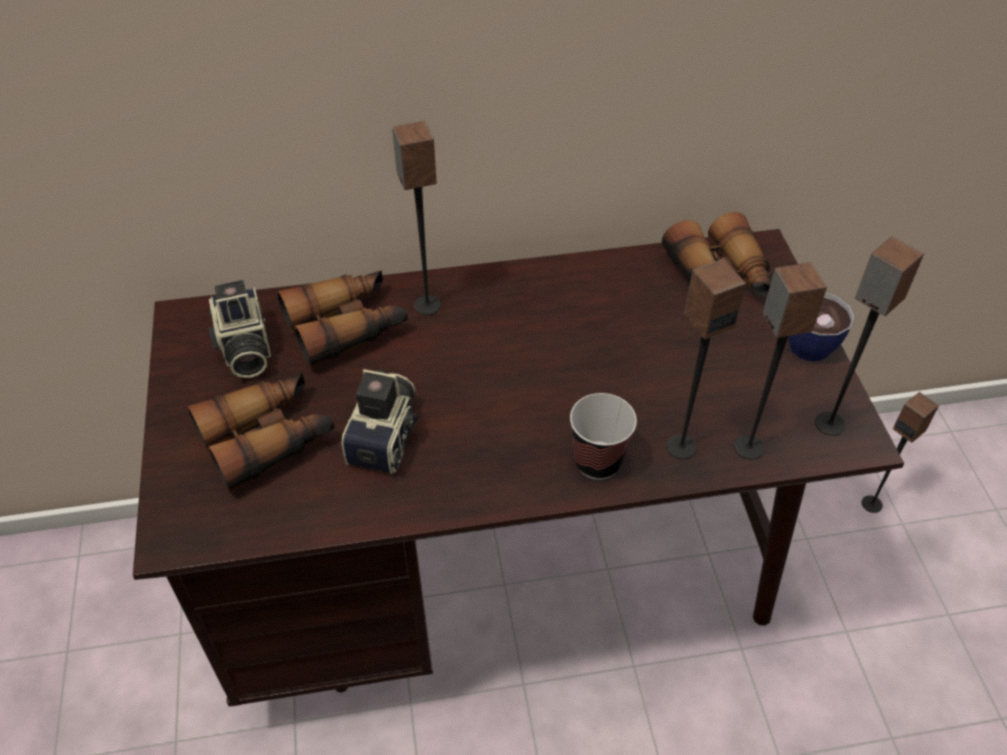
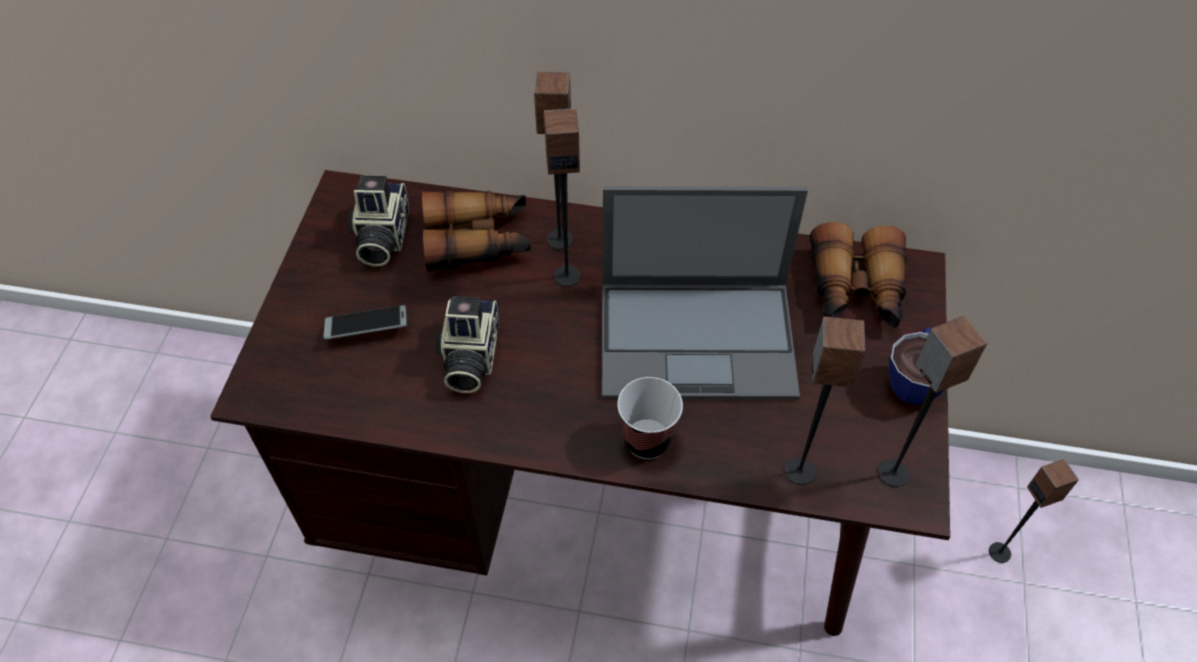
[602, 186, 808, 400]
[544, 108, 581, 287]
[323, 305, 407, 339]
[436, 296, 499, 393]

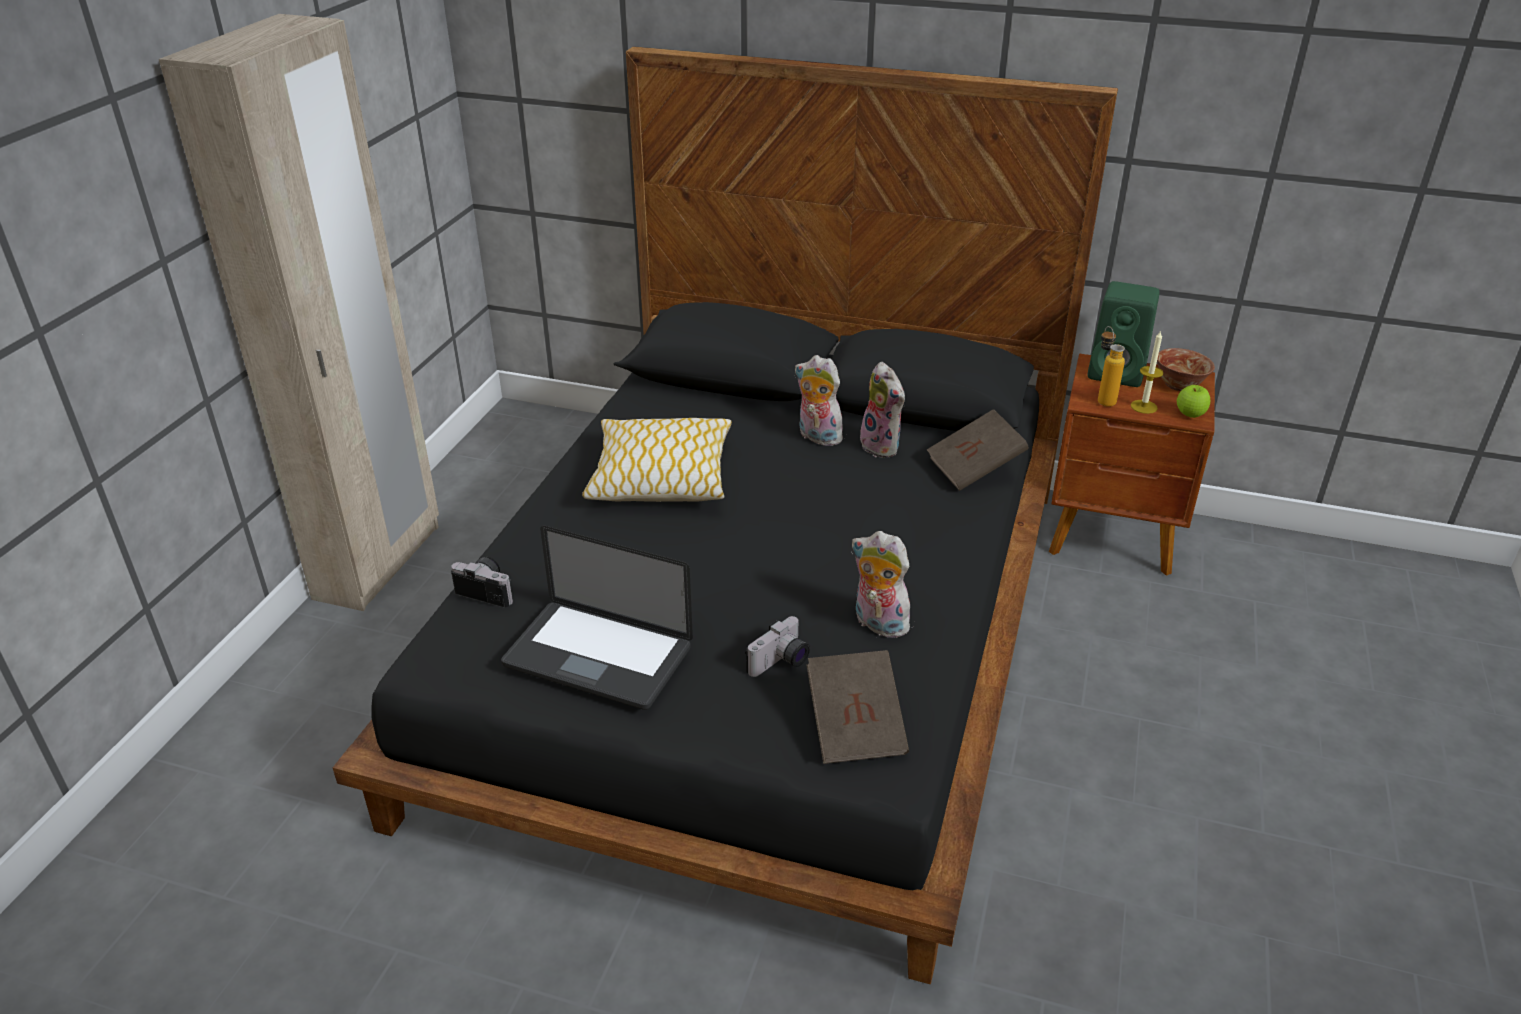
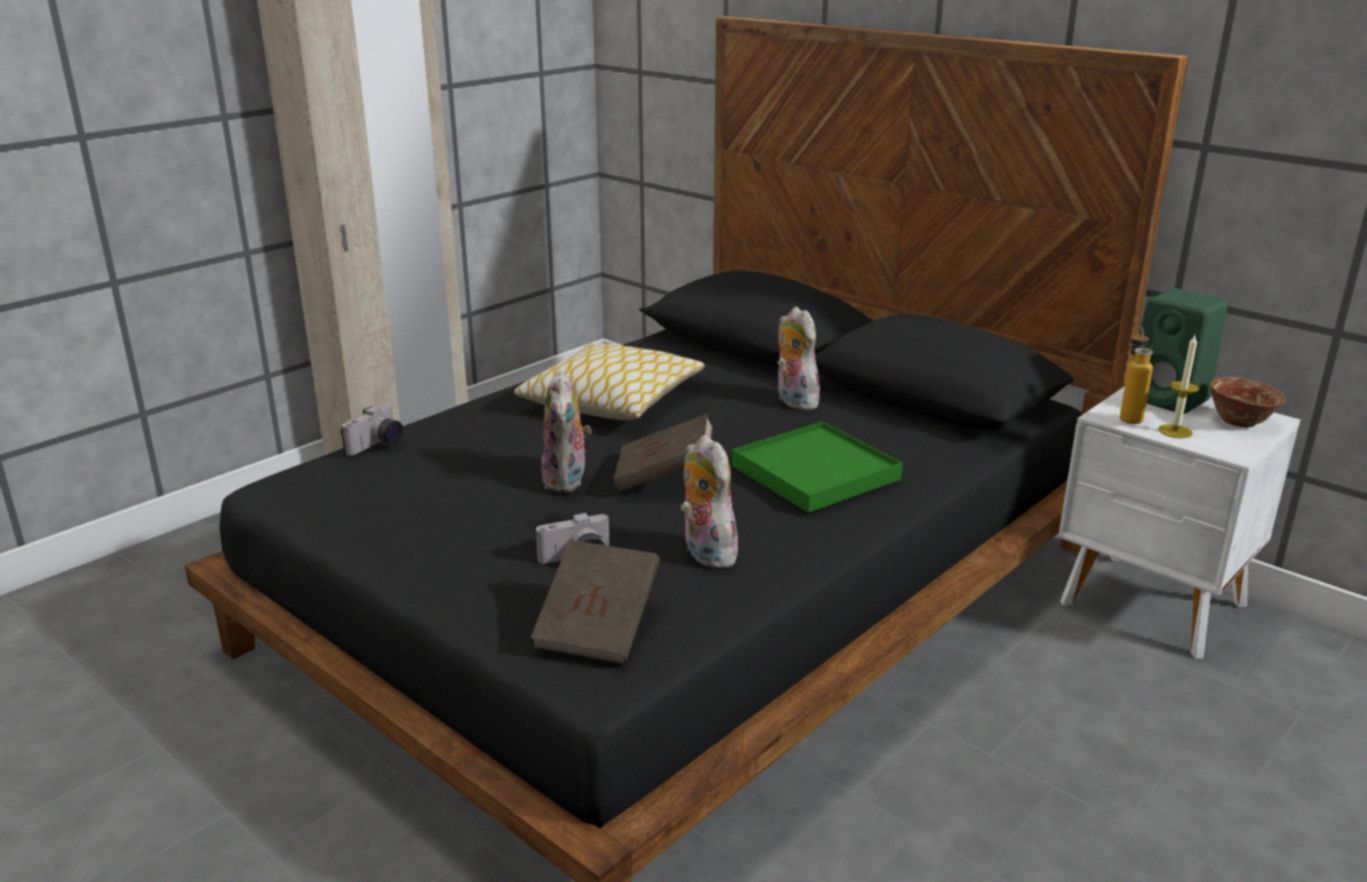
[501, 526, 693, 710] (first image)
[1177, 385, 1210, 418] (first image)
[732, 421, 903, 513]
[541, 371, 592, 492]
[614, 414, 713, 492]
[1059, 386, 1300, 659]
[341, 405, 403, 456]

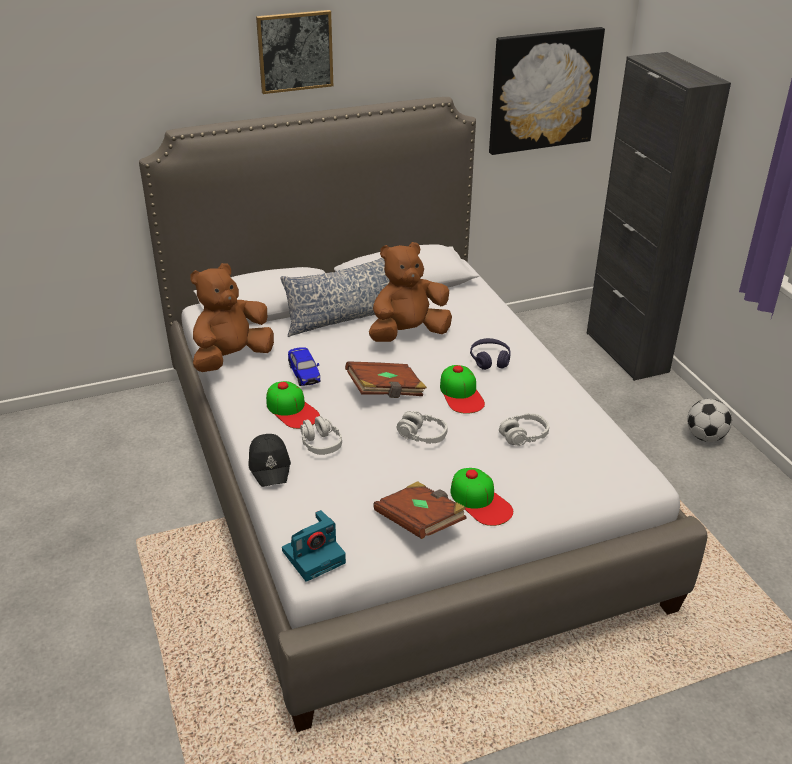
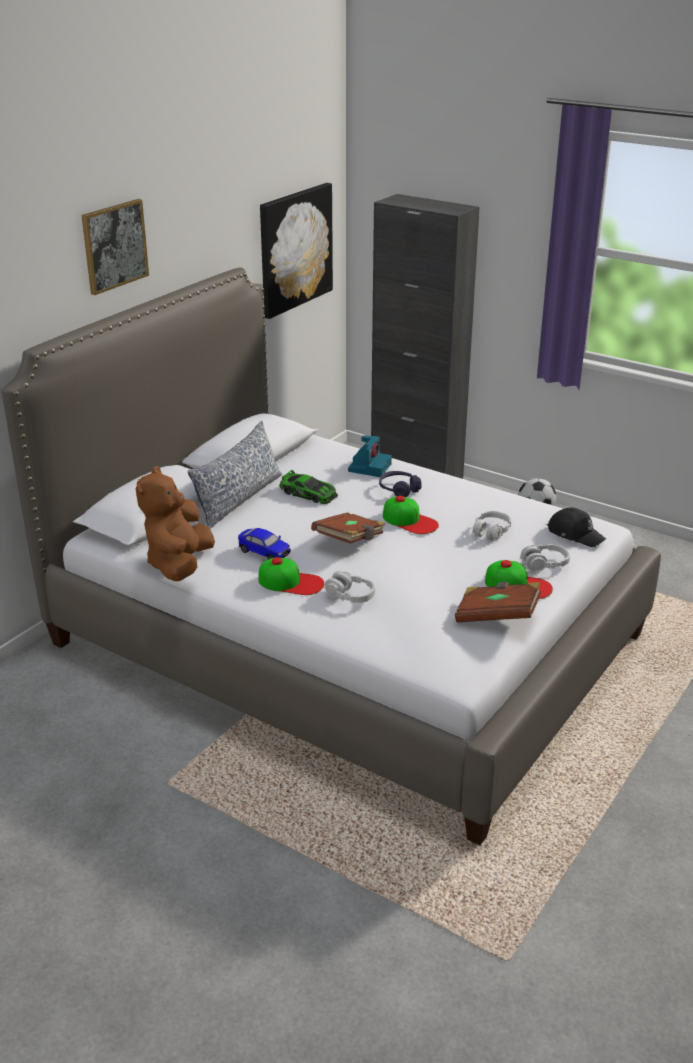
[548, 508, 606, 547]
[348, 435, 392, 477]
[521, 544, 570, 571]
[279, 470, 338, 504]

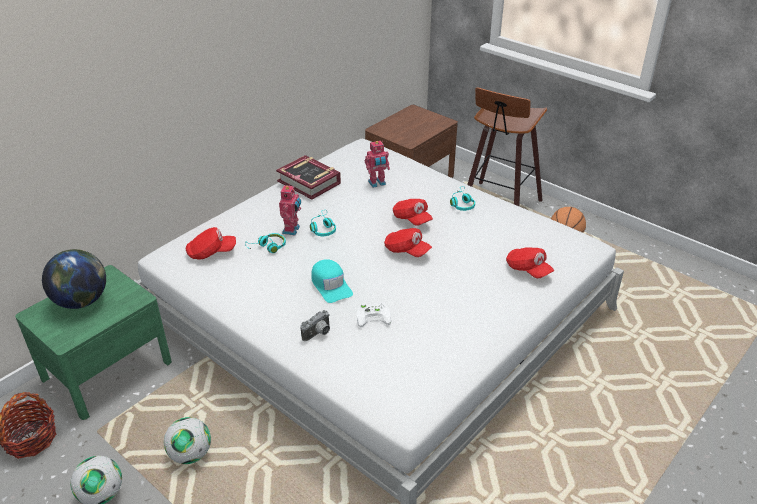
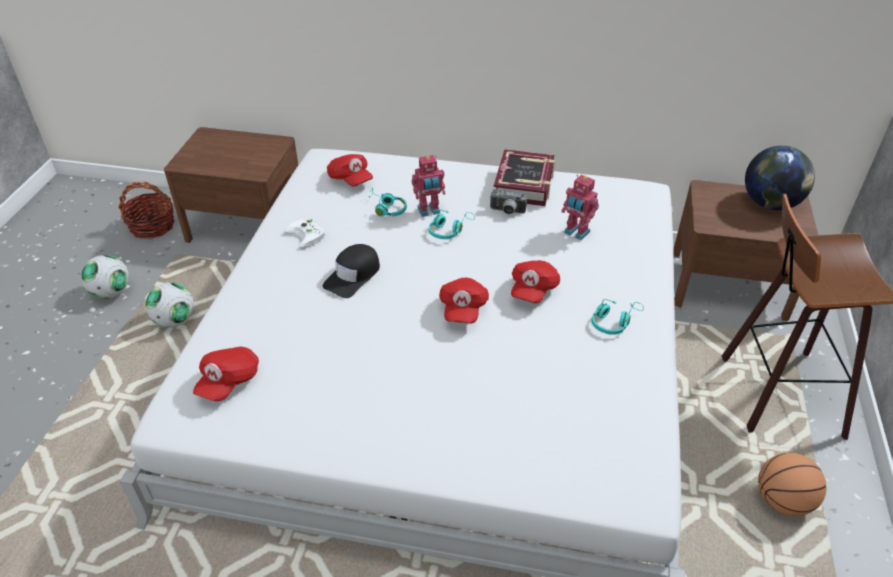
[745, 146, 815, 210]
[490, 189, 527, 214]
[284, 218, 326, 249]
[193, 346, 259, 401]
[164, 127, 298, 243]
[323, 244, 380, 298]

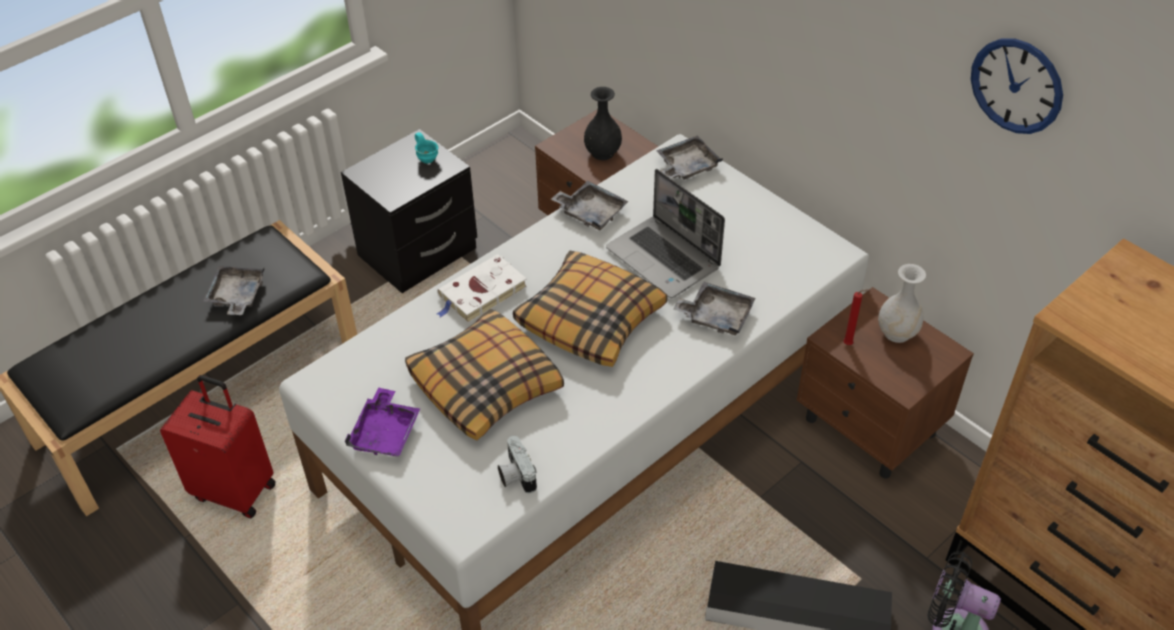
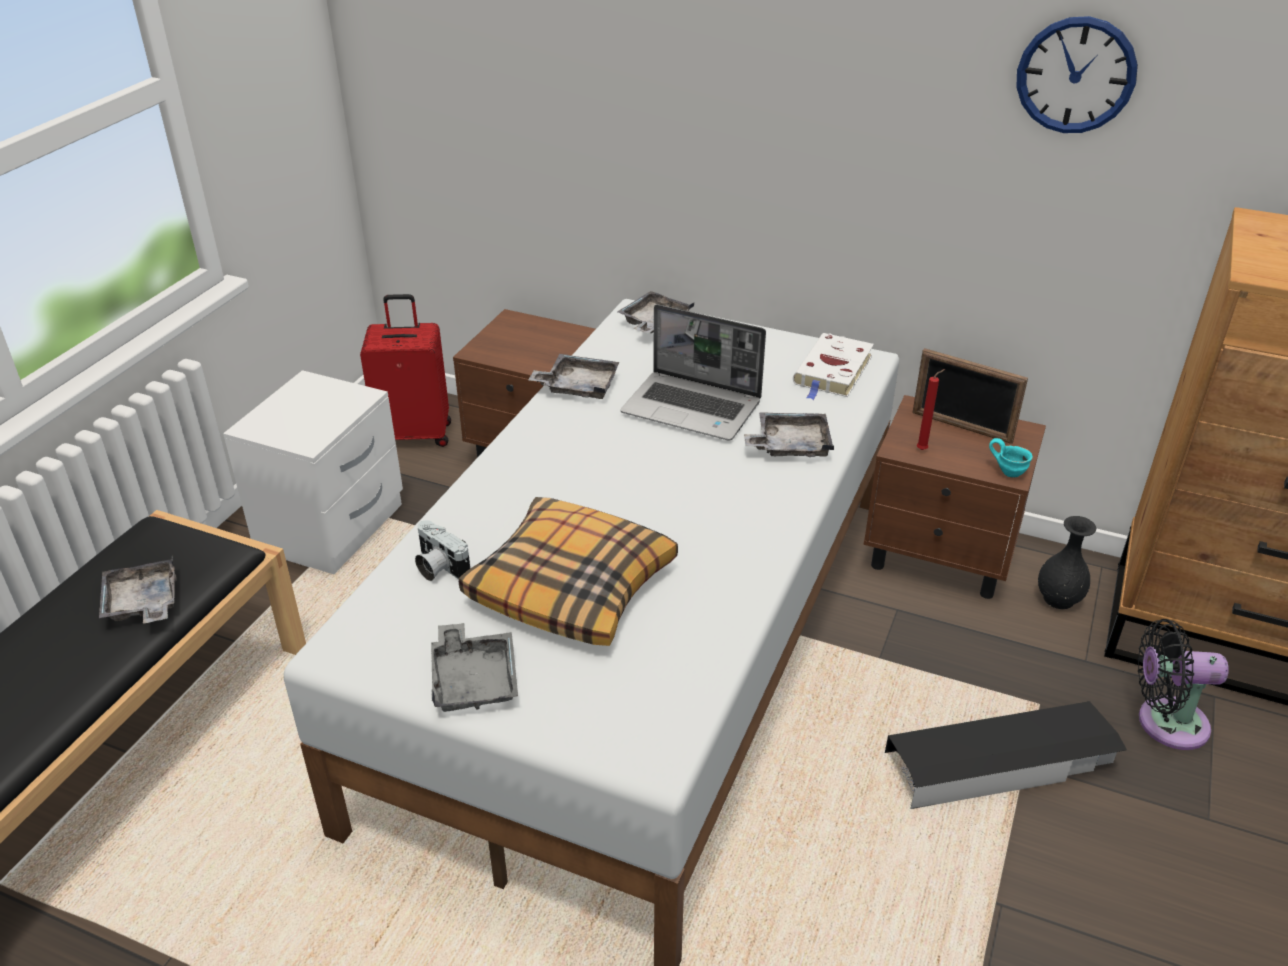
[513, 251, 667, 367] (first image)
[360, 294, 451, 447]
[989, 438, 1033, 477]
[793, 333, 874, 400]
[415, 520, 470, 581]
[1038, 516, 1096, 609]
[912, 348, 1028, 444]
[223, 370, 403, 574]
[431, 623, 518, 712]

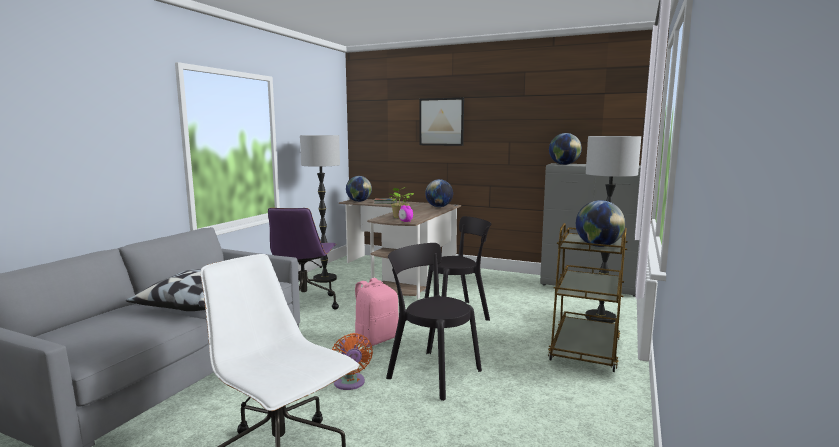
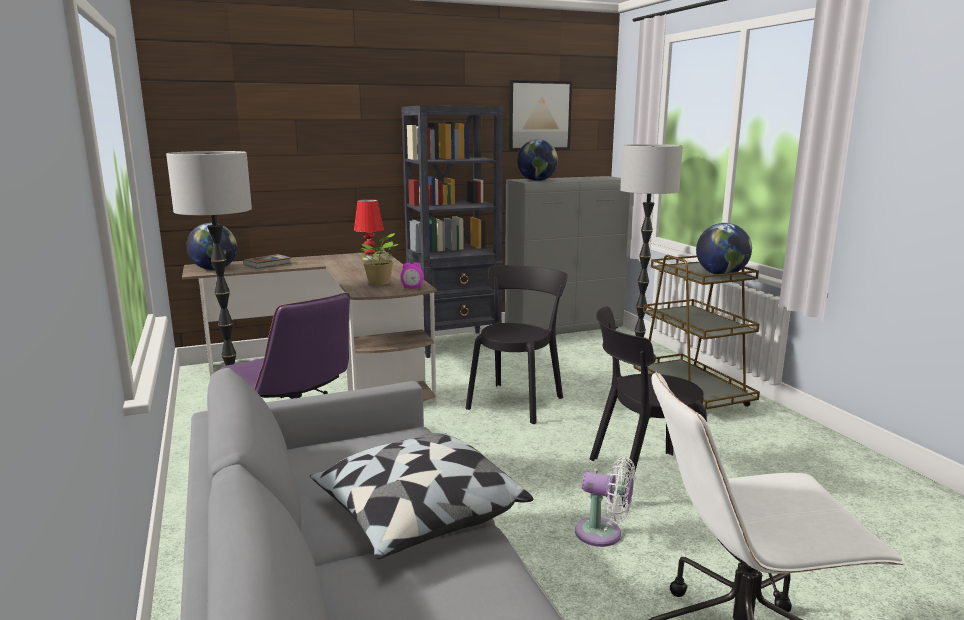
[354, 278, 399, 347] (first image)
[401, 106, 504, 358]
[509, 80, 572, 151]
[354, 199, 383, 260]
[575, 457, 635, 547]

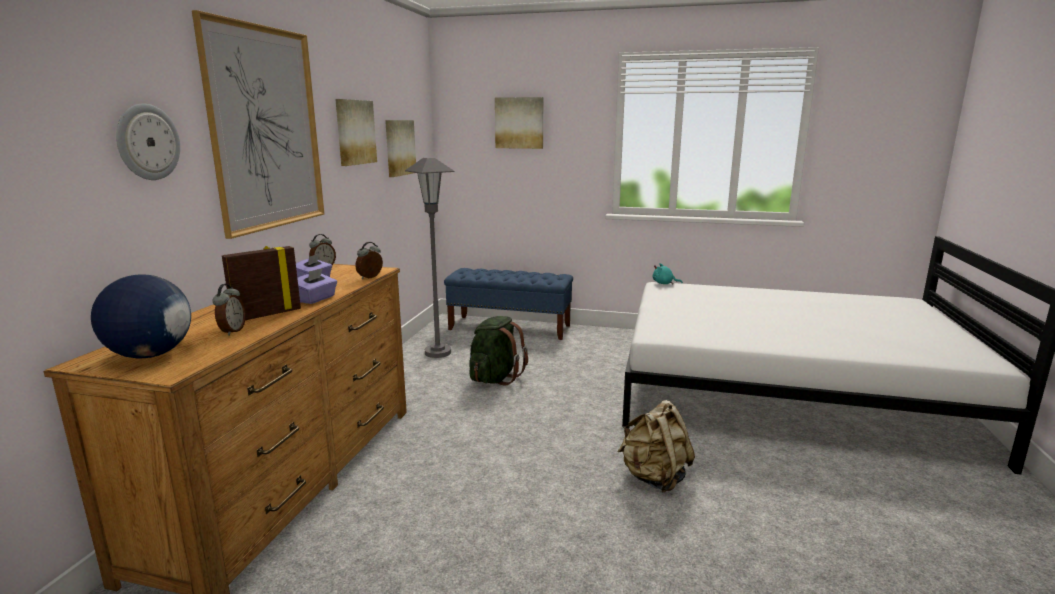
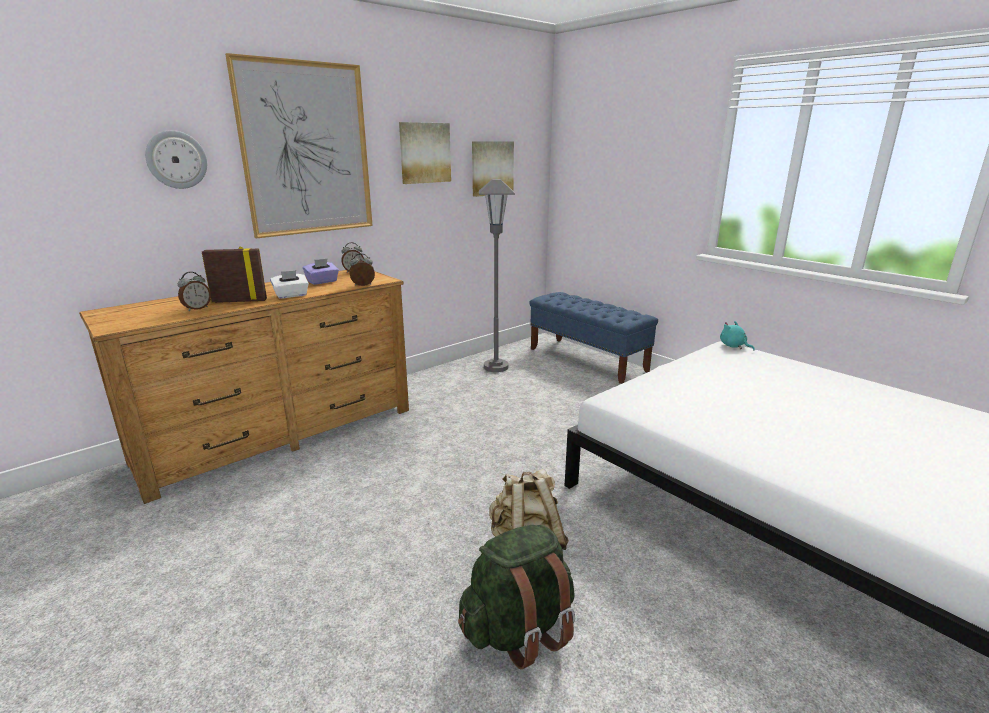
[91, 274, 191, 359] (first image)
[495, 97, 543, 149] (first image)
[458, 525, 575, 670]
[270, 270, 309, 299]

